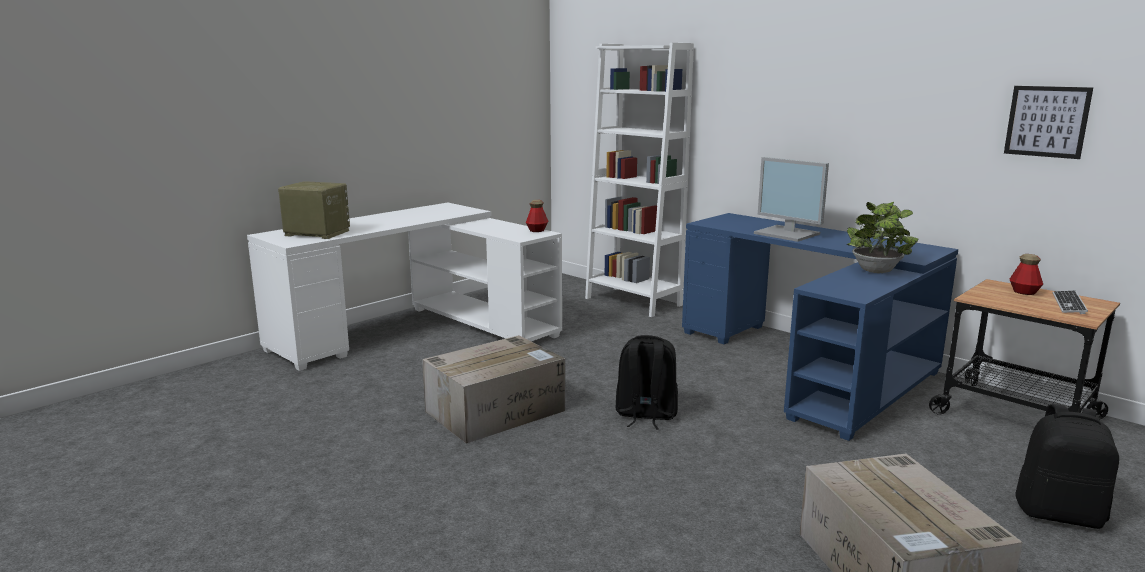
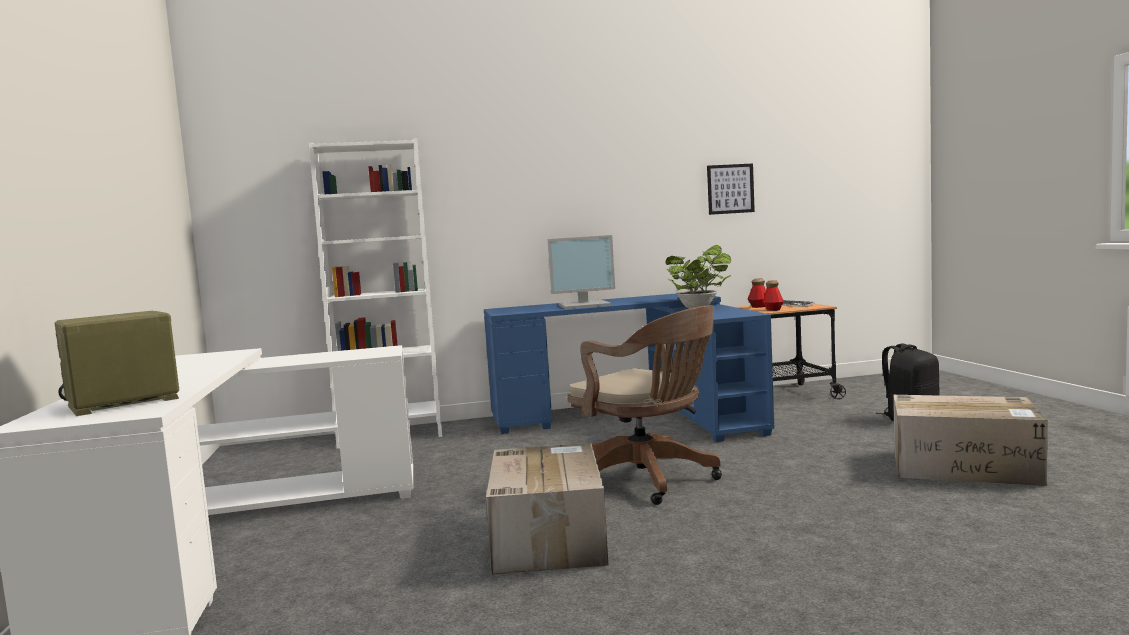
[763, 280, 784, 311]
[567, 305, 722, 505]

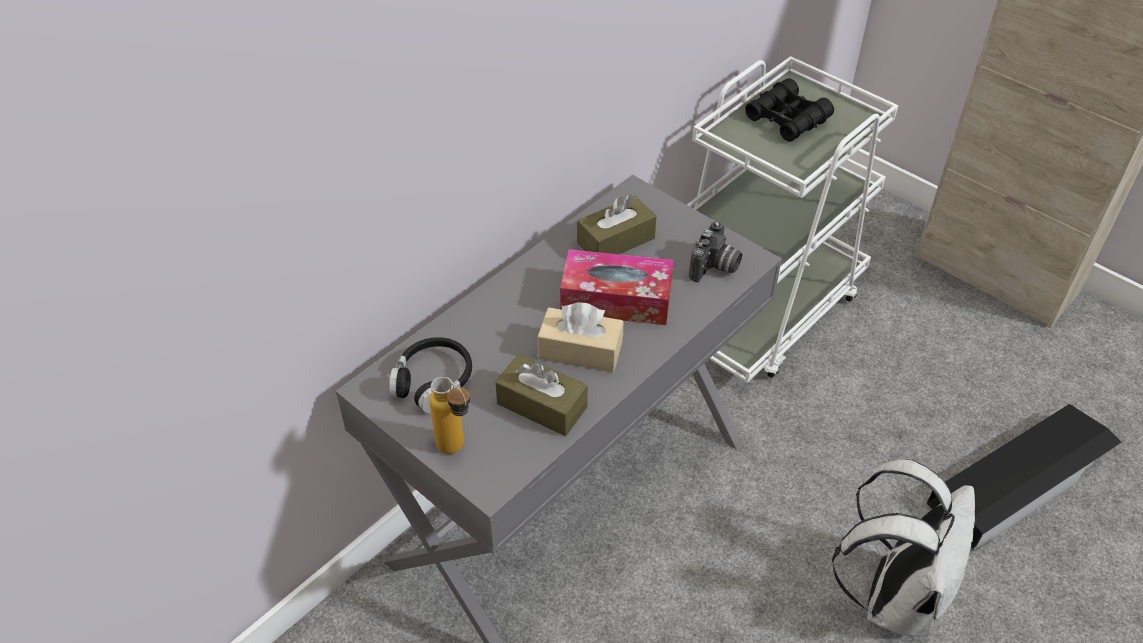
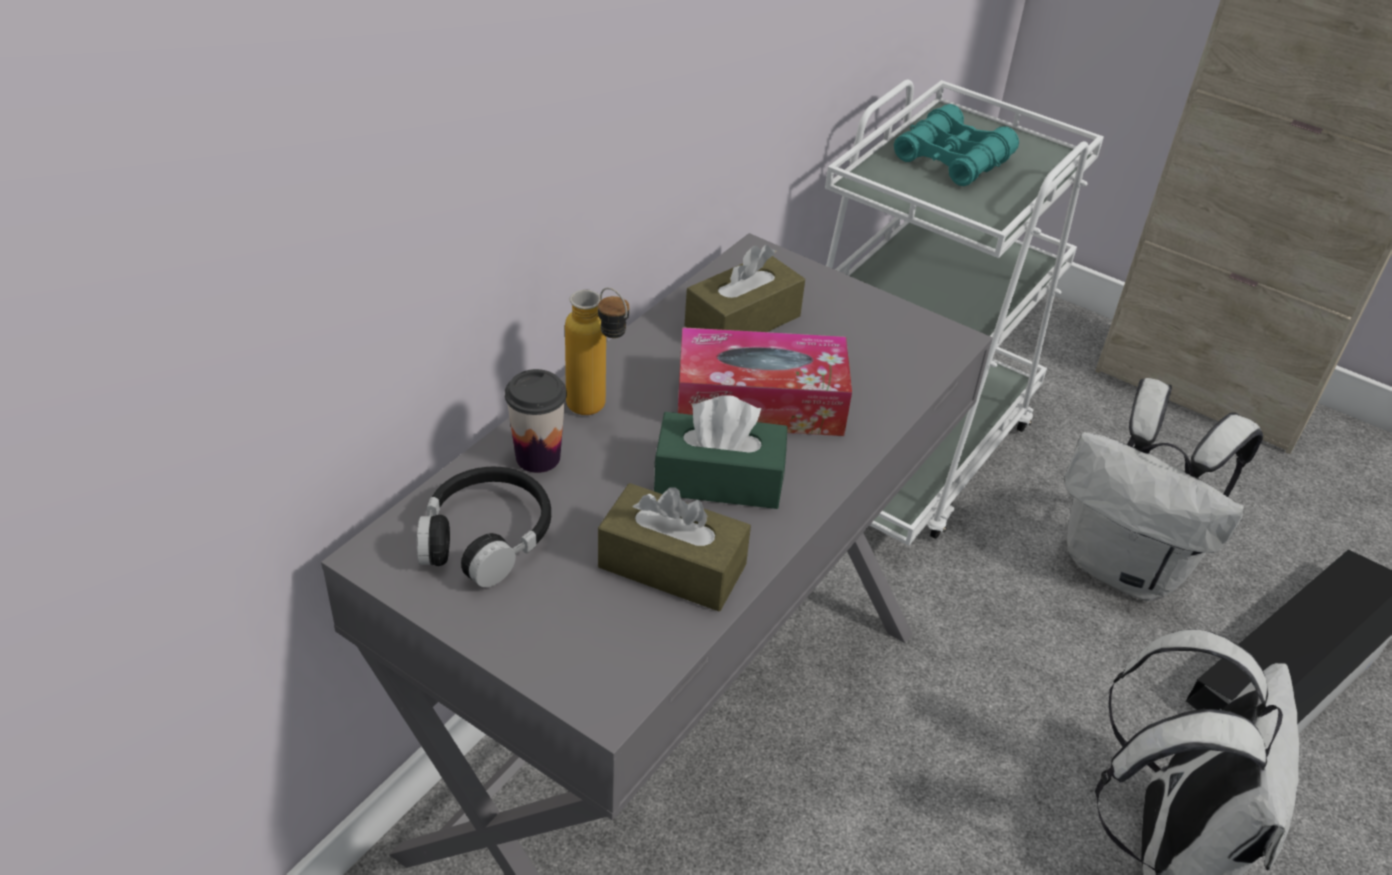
[689, 221, 742, 282] (first image)
[505, 369, 567, 473]
[1064, 378, 1263, 601]
[565, 287, 629, 415]
[654, 395, 787, 509]
[894, 104, 1019, 186]

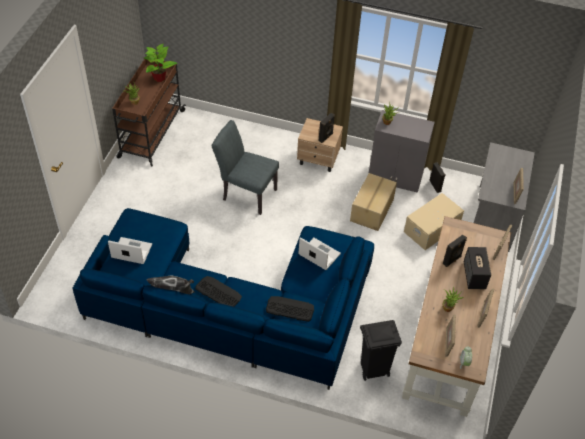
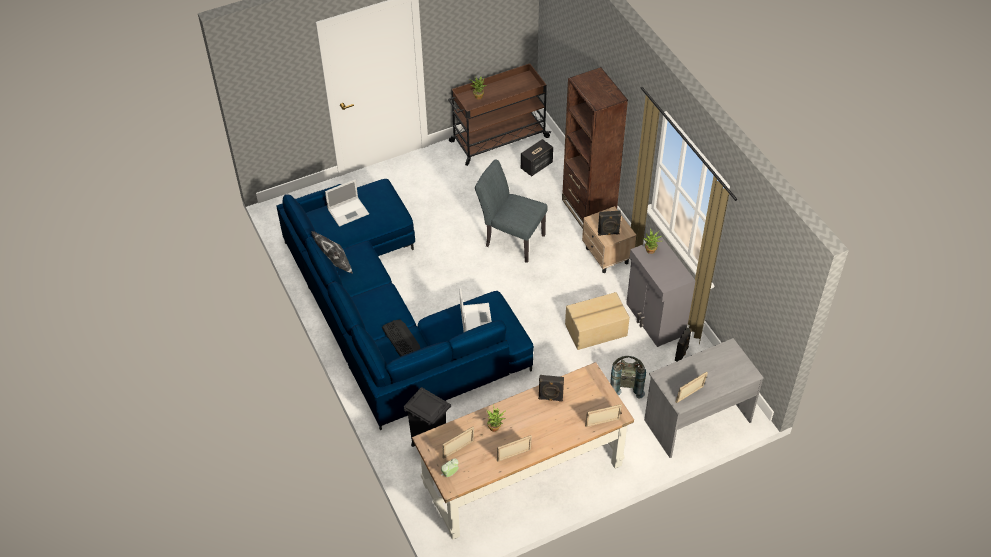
[144, 44, 177, 82] (first image)
[195, 276, 242, 307] (first image)
[562, 67, 628, 228]
[521, 139, 553, 176]
[610, 356, 646, 398]
[325, 179, 369, 227]
[475, 159, 548, 263]

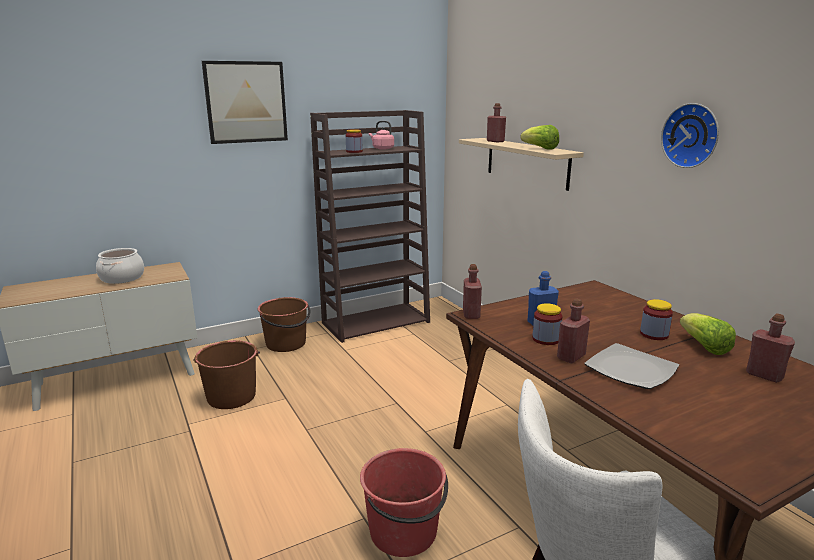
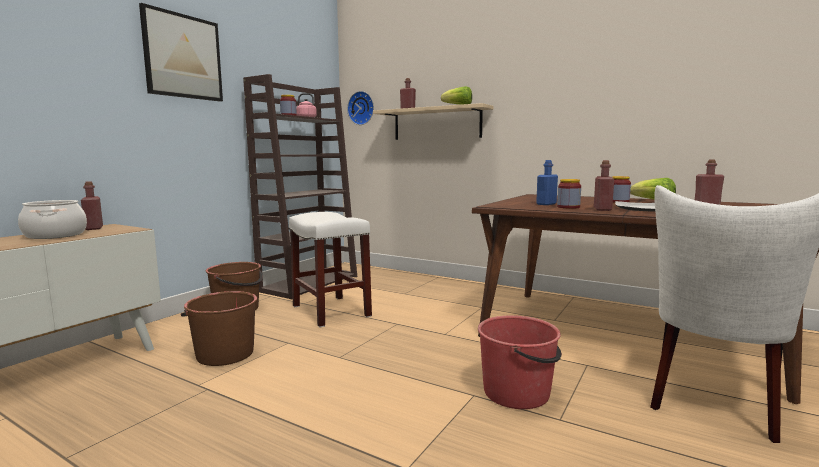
[289, 212, 372, 327]
[81, 181, 103, 230]
[347, 91, 374, 125]

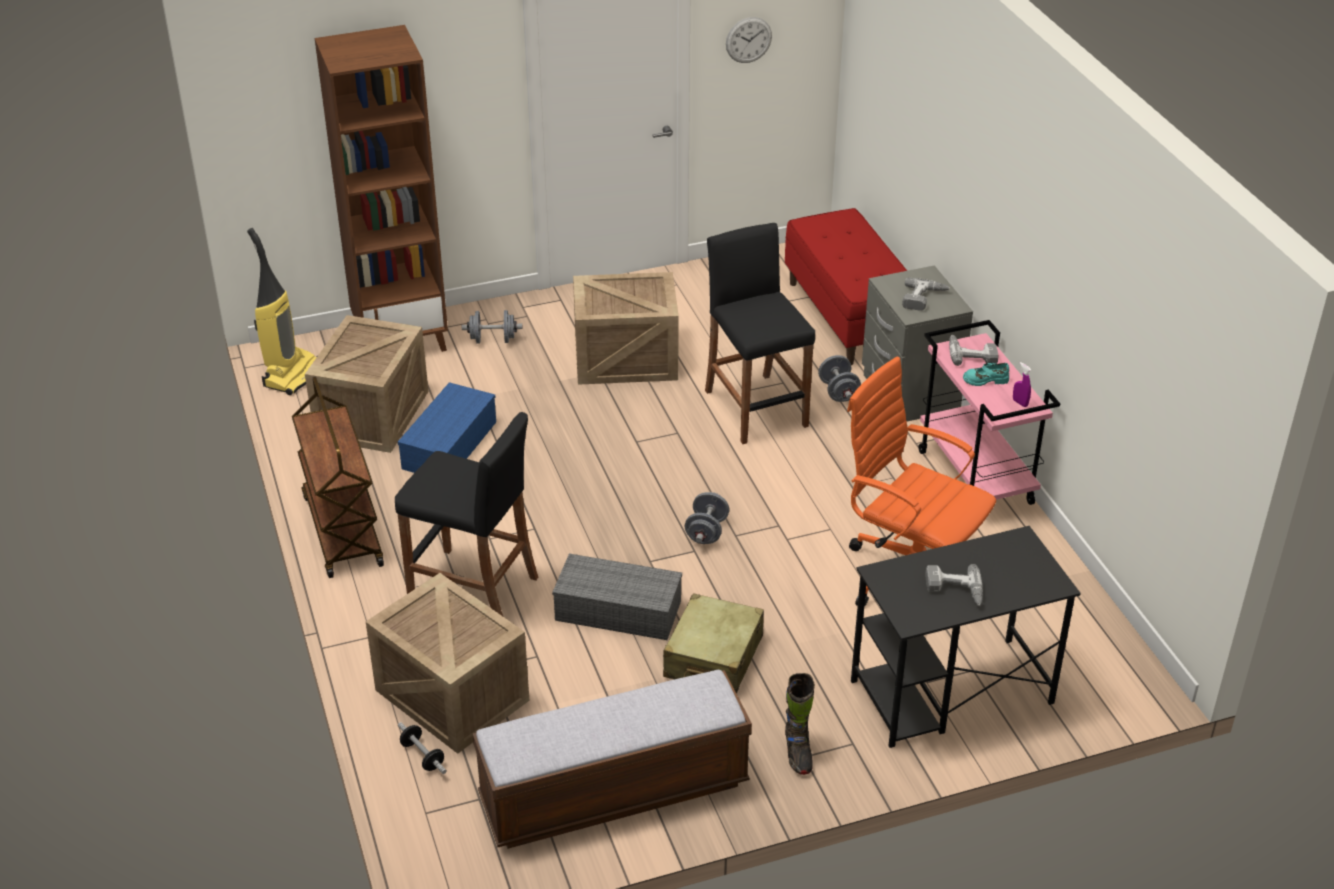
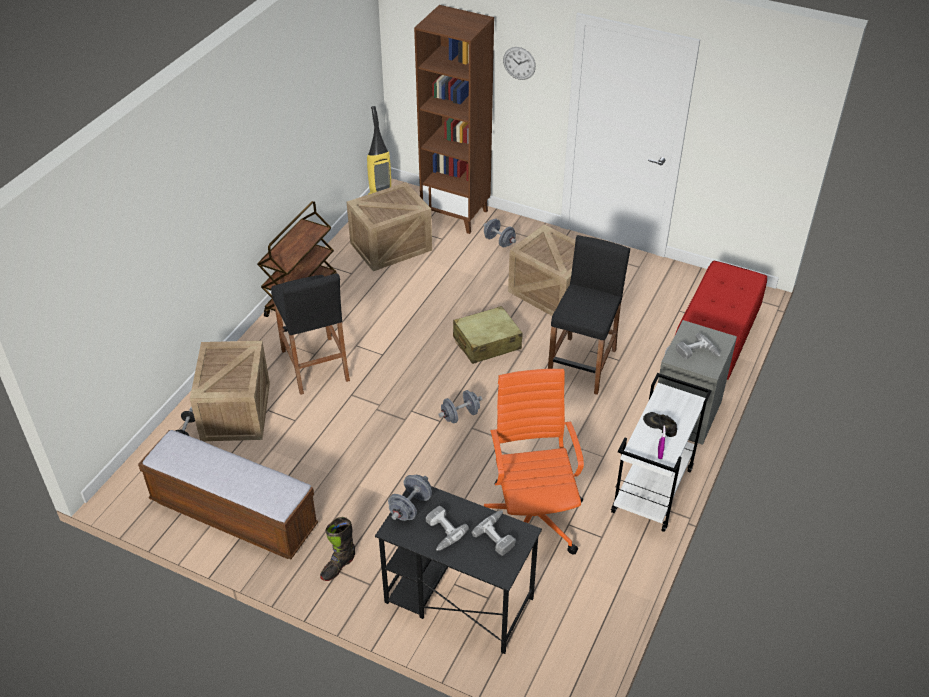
[398, 382, 496, 473] (first image)
[552, 553, 682, 640] (first image)
[453, 306, 523, 364]
[503, 47, 536, 80]
[388, 475, 432, 521]
[472, 510, 516, 556]
[611, 373, 712, 532]
[643, 412, 677, 437]

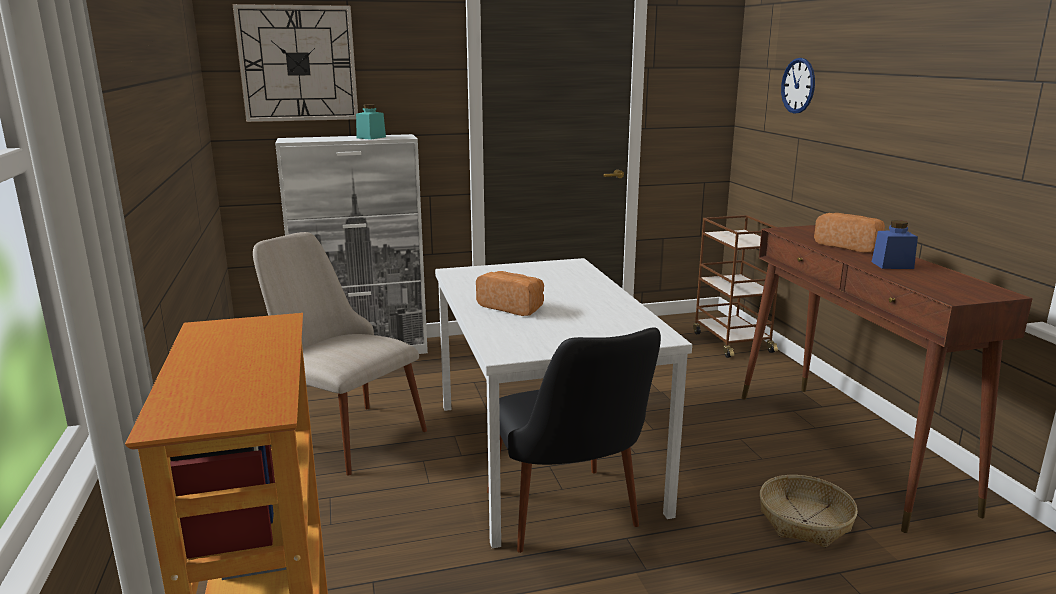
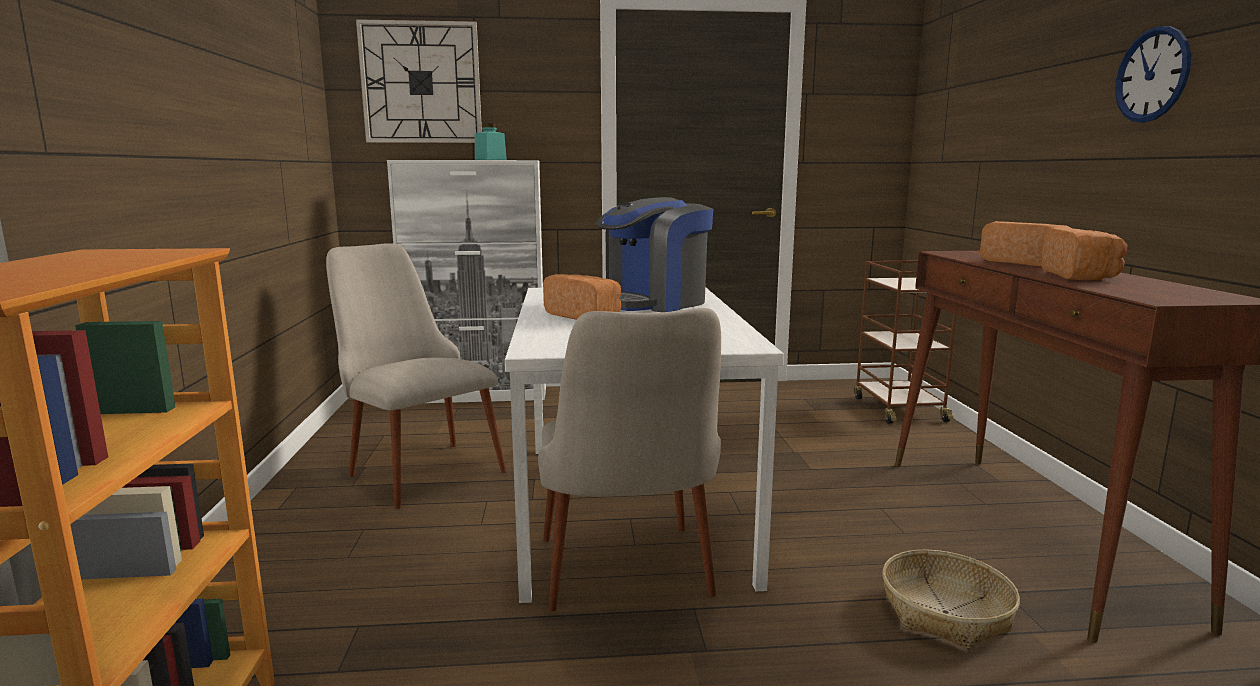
[596, 197, 713, 312]
[1115, 26, 1191, 123]
[1041, 227, 1127, 280]
[538, 308, 721, 612]

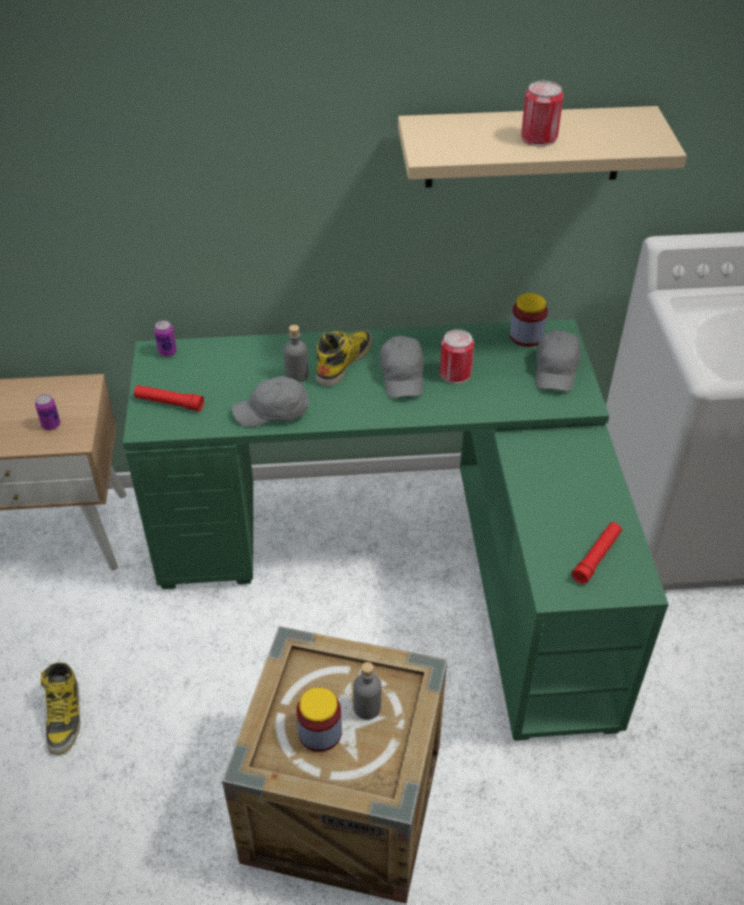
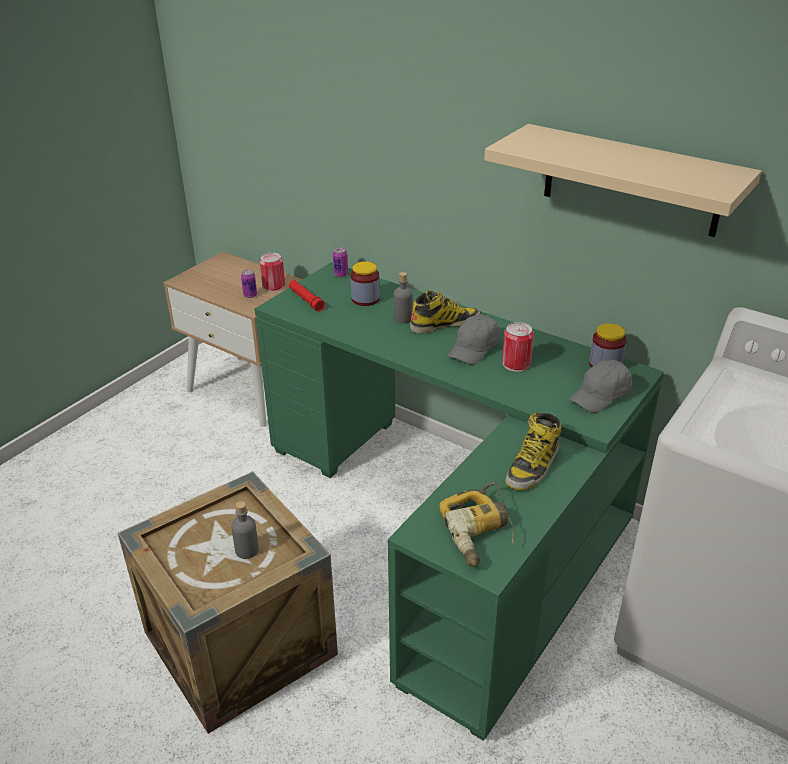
[232, 376, 309, 427] (first image)
[505, 413, 561, 490]
[350, 262, 380, 306]
[259, 253, 285, 292]
[440, 482, 515, 567]

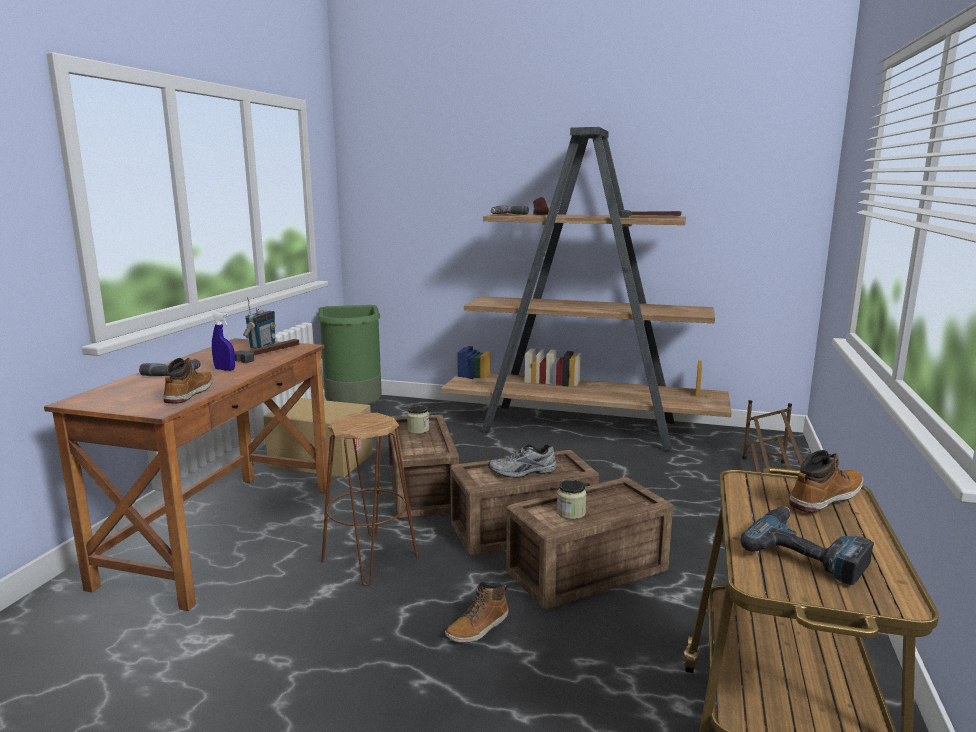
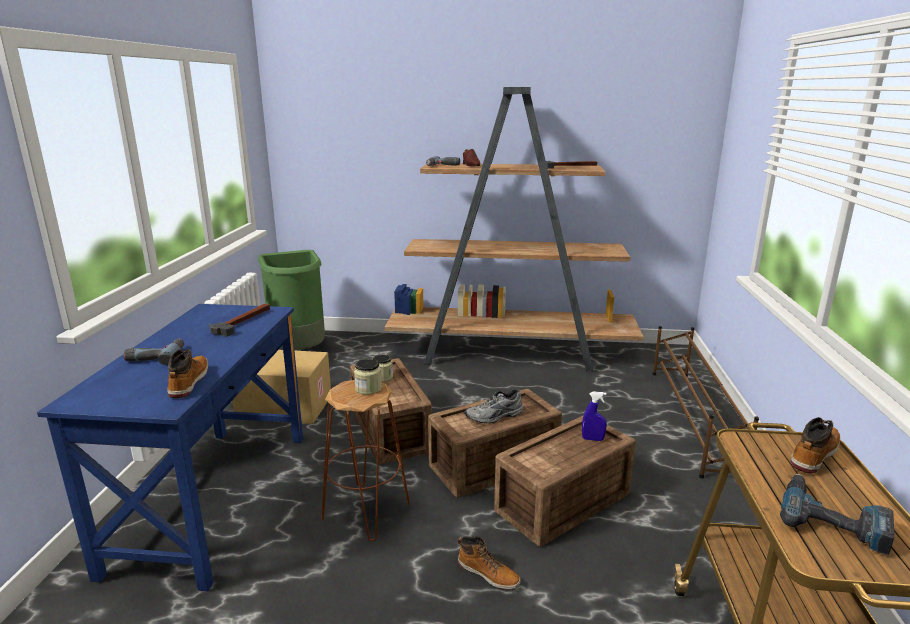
[243, 297, 276, 349] (first image)
[582, 391, 607, 441]
[354, 358, 382, 395]
[37, 304, 303, 591]
[458, 536, 521, 589]

